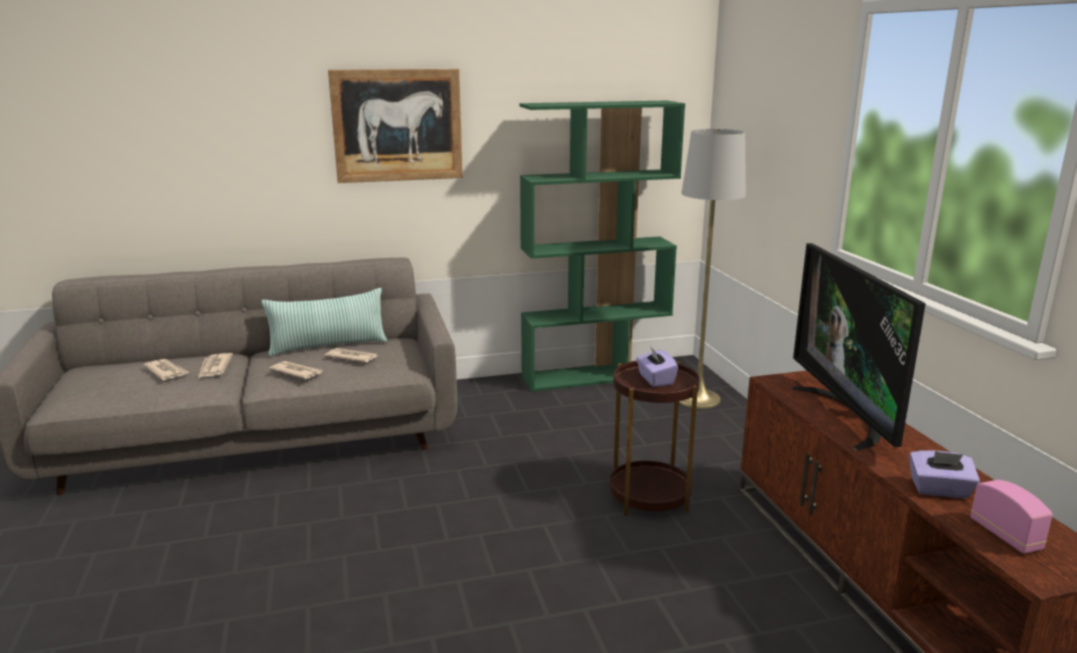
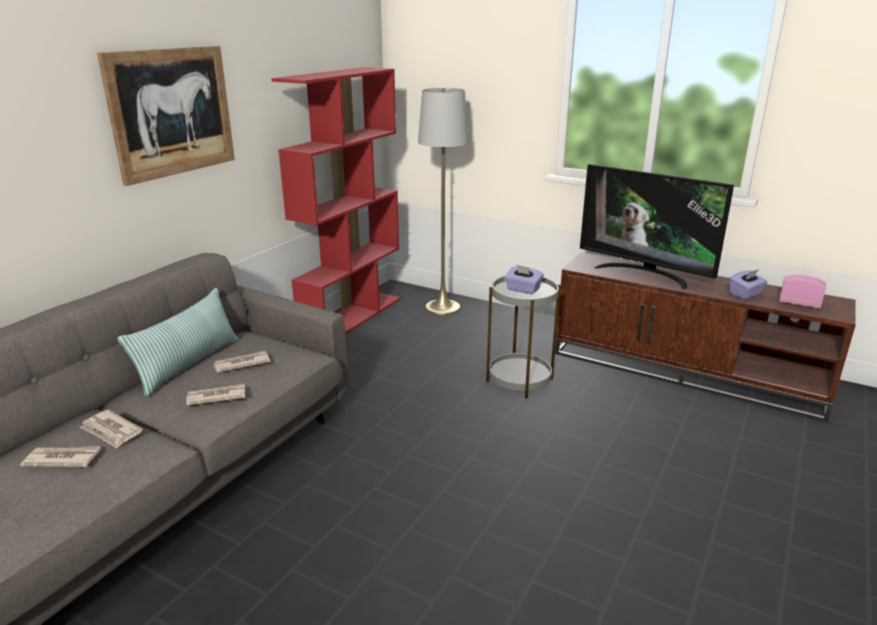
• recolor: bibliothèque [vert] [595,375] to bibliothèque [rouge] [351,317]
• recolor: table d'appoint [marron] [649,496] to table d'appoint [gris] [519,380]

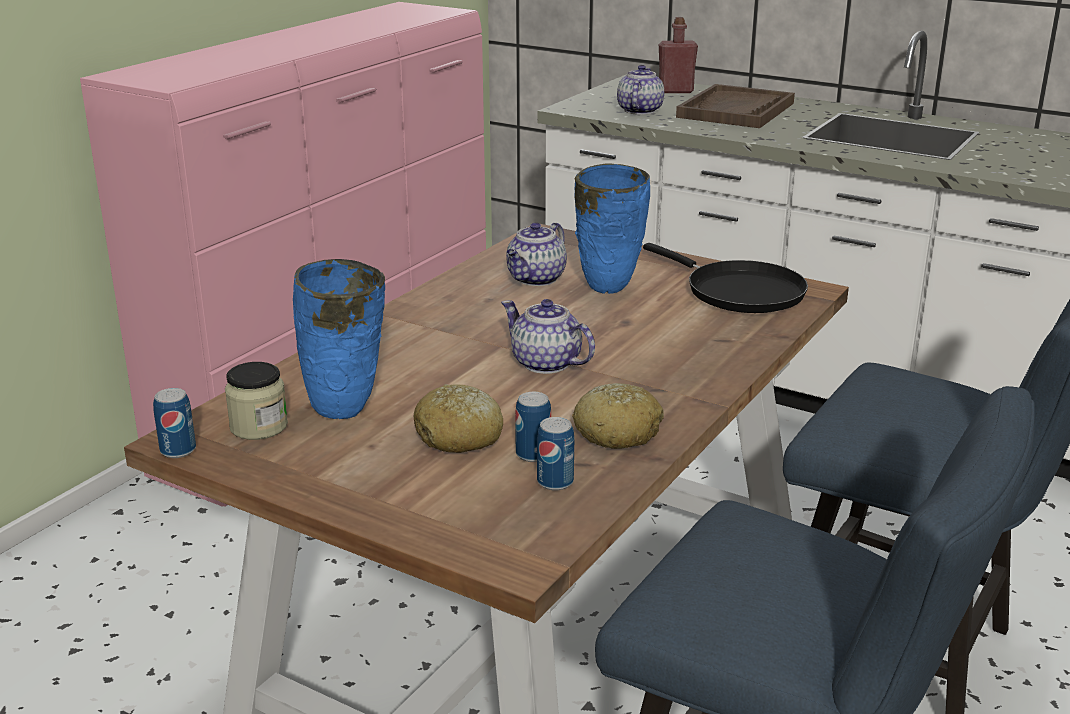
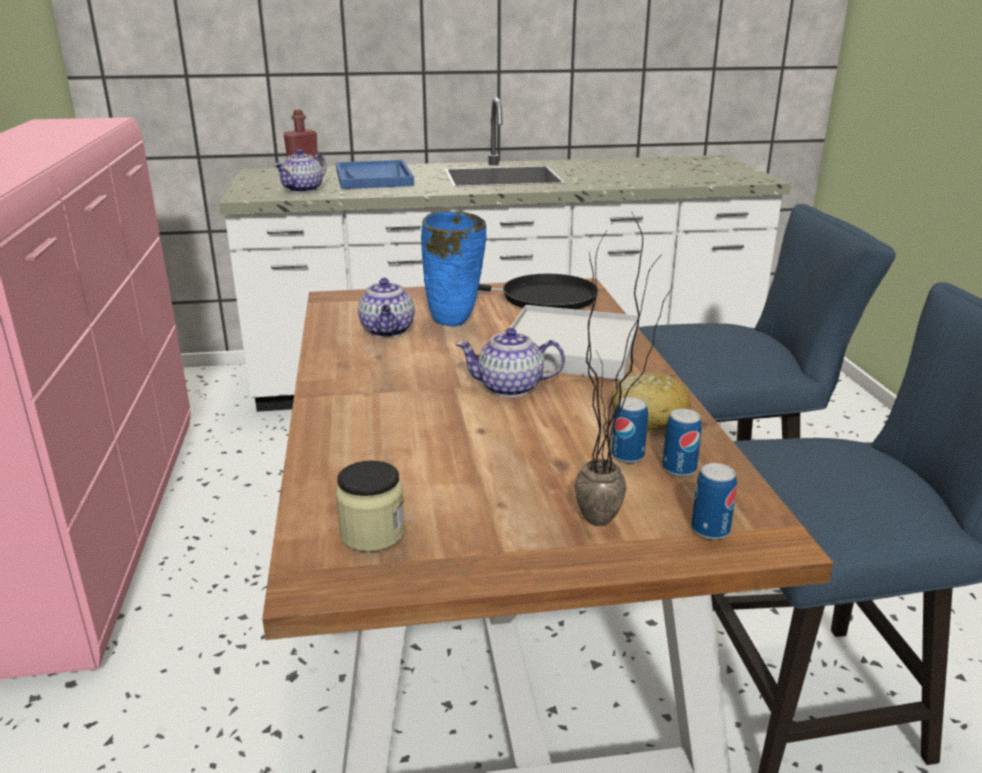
• rotate: théière [639,111] = [304,189] 120 degrees counterclockwise
• recolor: plateau [marron] [736,110] to plateau [bleu] [374,178]
• delete: vase [bleu] [346,411]
• delete: pain [459,436]
• move: boîte métallique [178,450] to [710,530]
• insert: plante en pot [613,518]
• insert: plateau [blanc] [570,348]

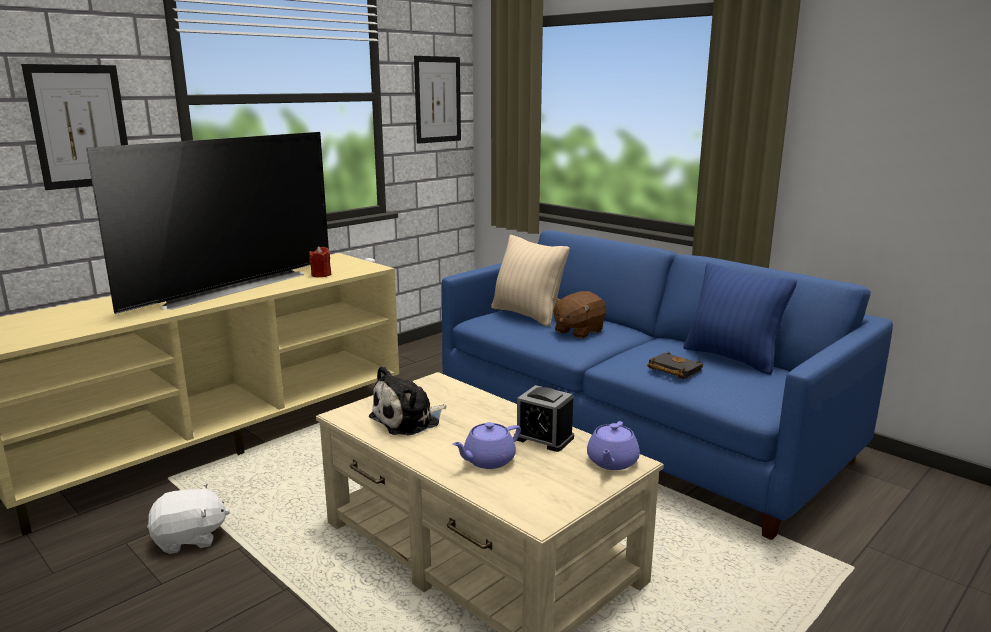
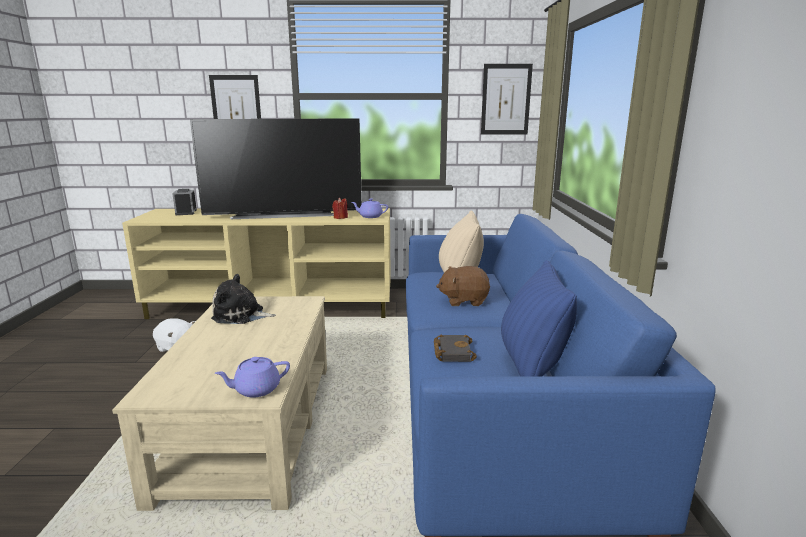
• move: réveil [544,438] to [186,212]
• move: théière [violet] [488,460] to [370,216]

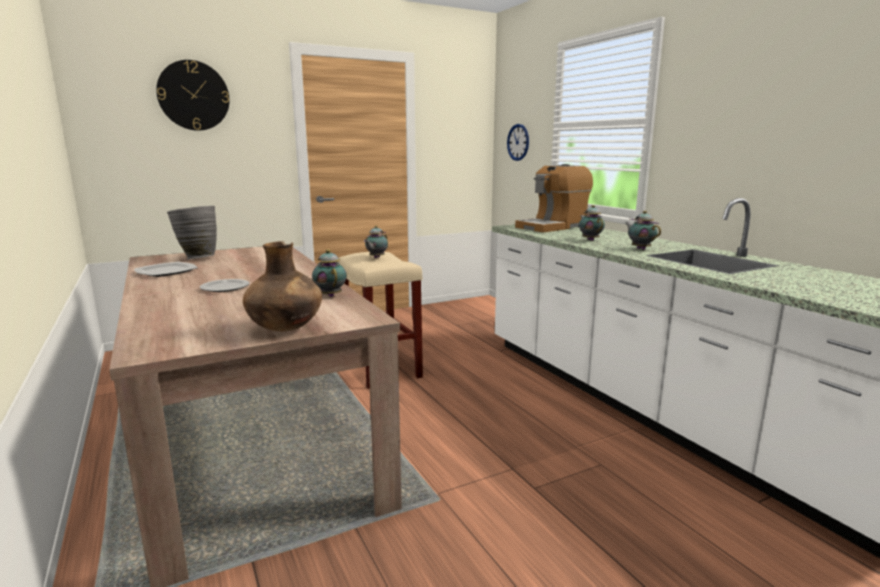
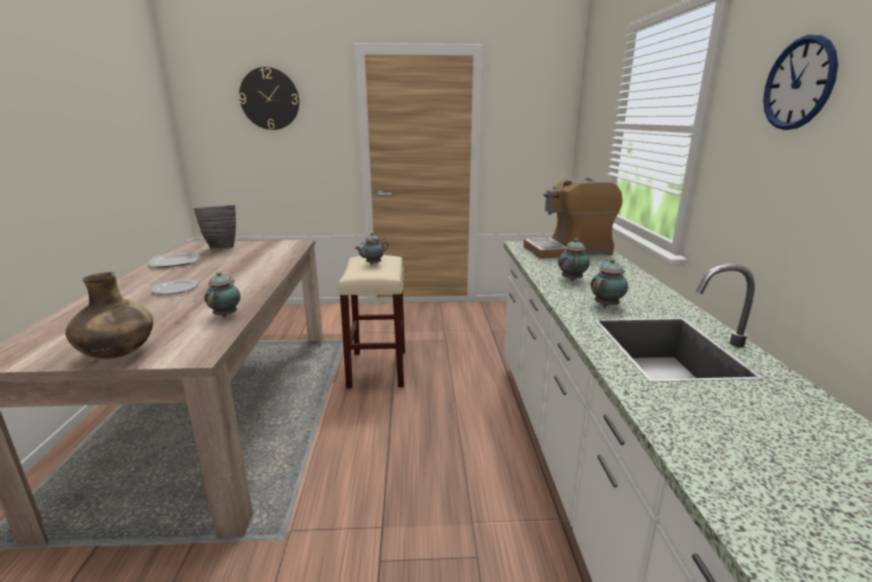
• move: horloge murale [518,142] to [798,83]
• rotate: théière [640,248] = [607,305] 45 degrees clockwise

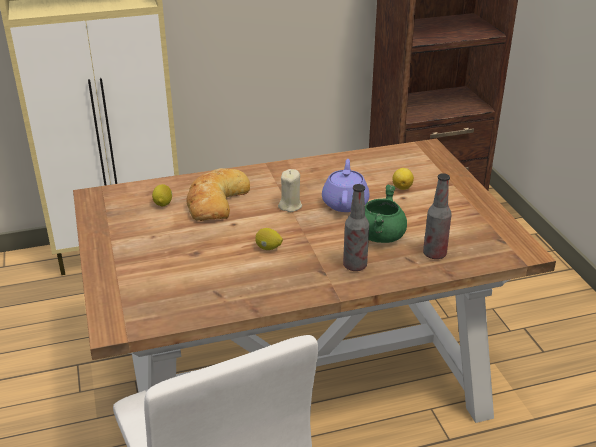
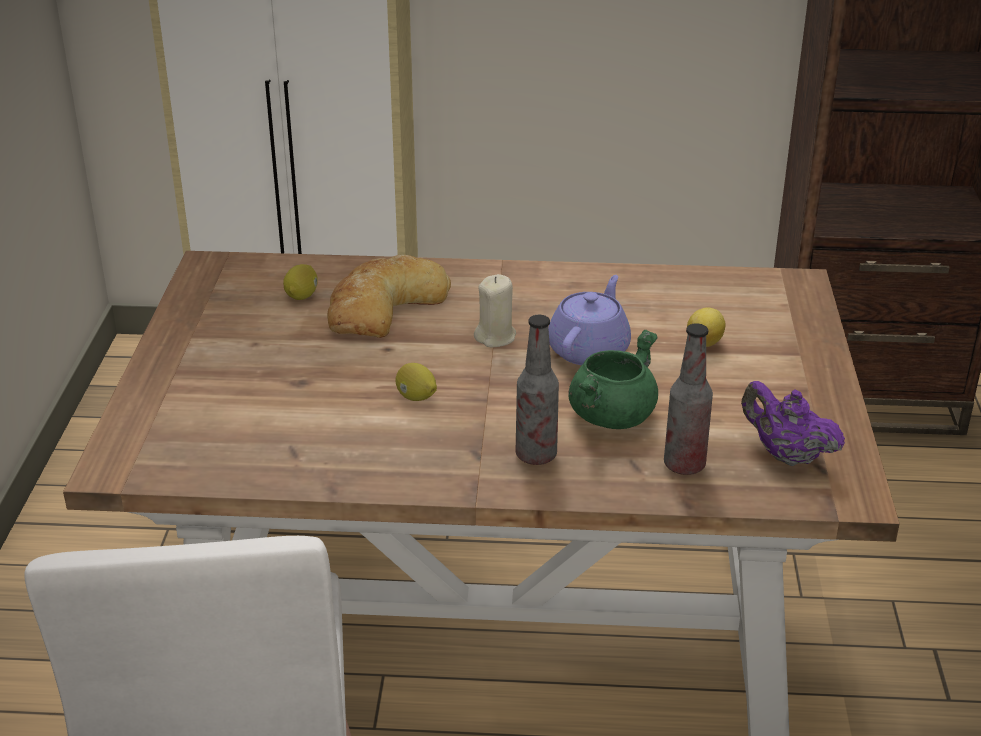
• insert: théière [violet] [786,455]

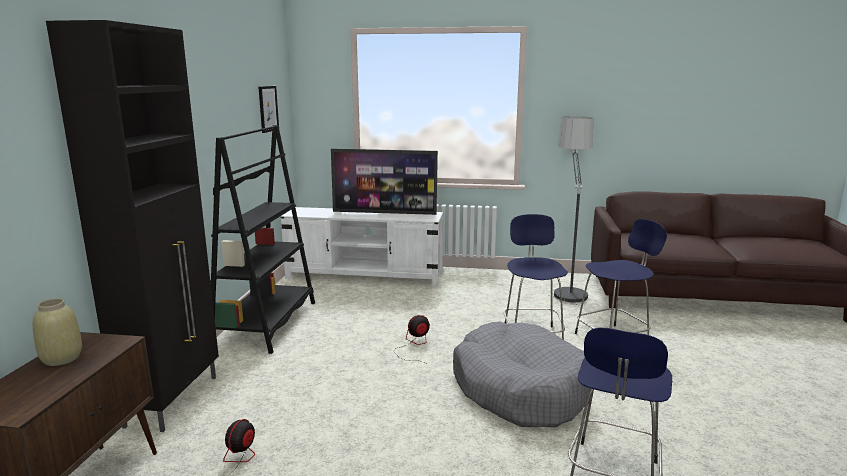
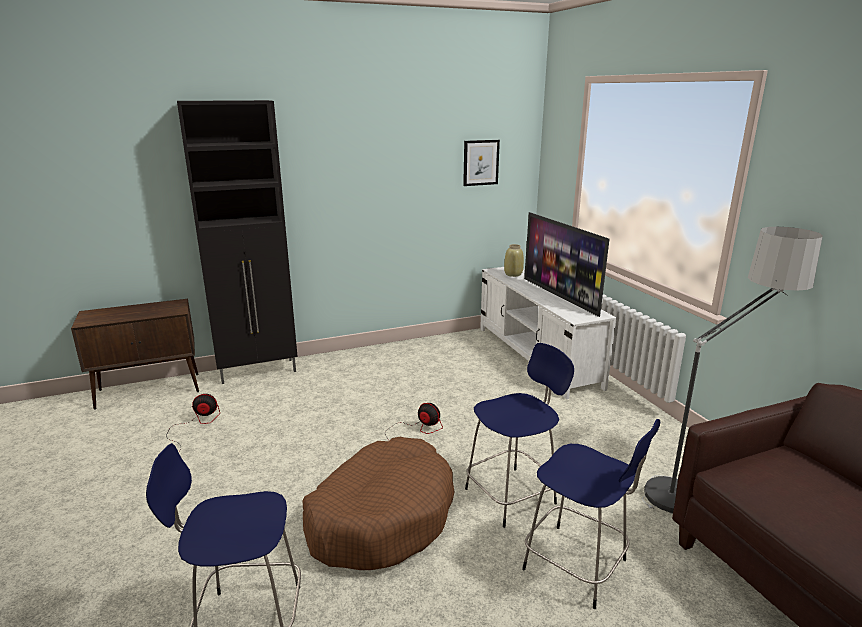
• delete: bibliothèque [noir] [267,325]
• move: vase [beige] [62,358] to [513,274]
• recolor: panier pour chien [gris] [519,389] to panier pour chien [marron] [381,517]

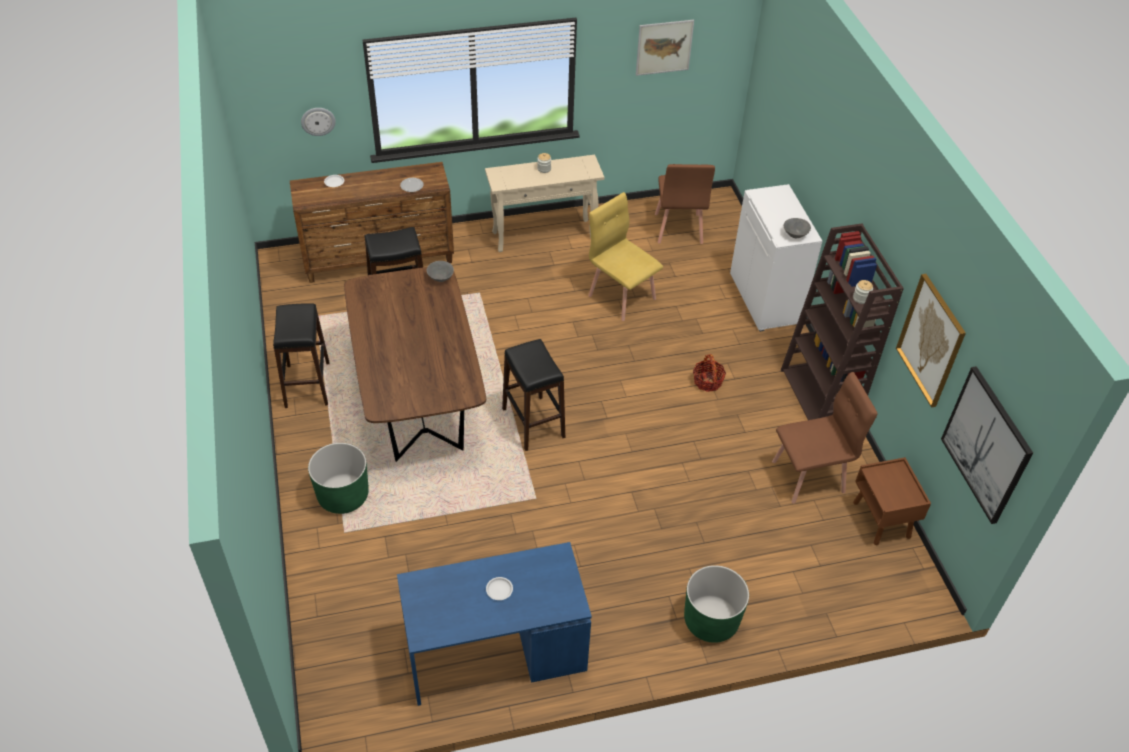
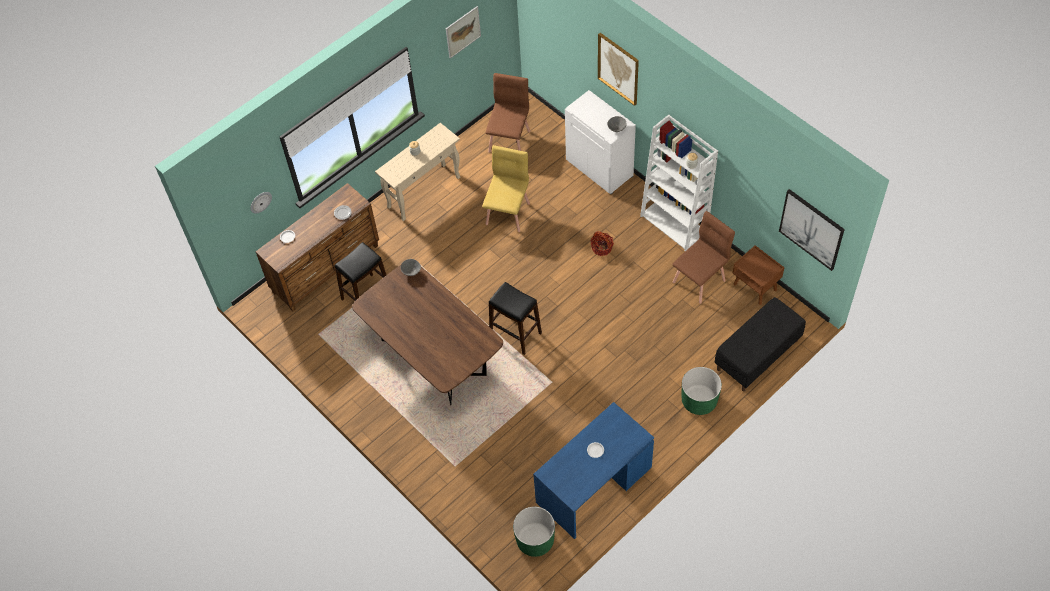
• rotate: chaise [marron] [678,228] = [509,141] 135 degrees counterclockwise
• rotate: chaise [jaune] [622,296] = [508,213] 90 degrees clockwise
• recolor: bibliothèque [marron] [819,398] to bibliothèque [blanc] [674,224]
• move: tableau [931,340] to [618,68]
• delete: tabouret [noir] [307,384]
• move: cache-pot [vert] [343,496] to [535,540]
• insert: banc [noir] [757,355]

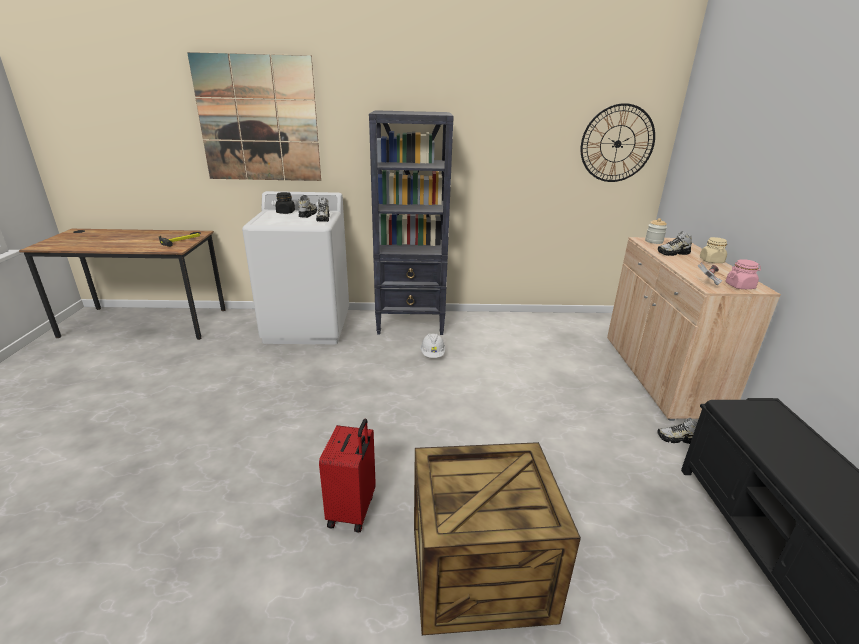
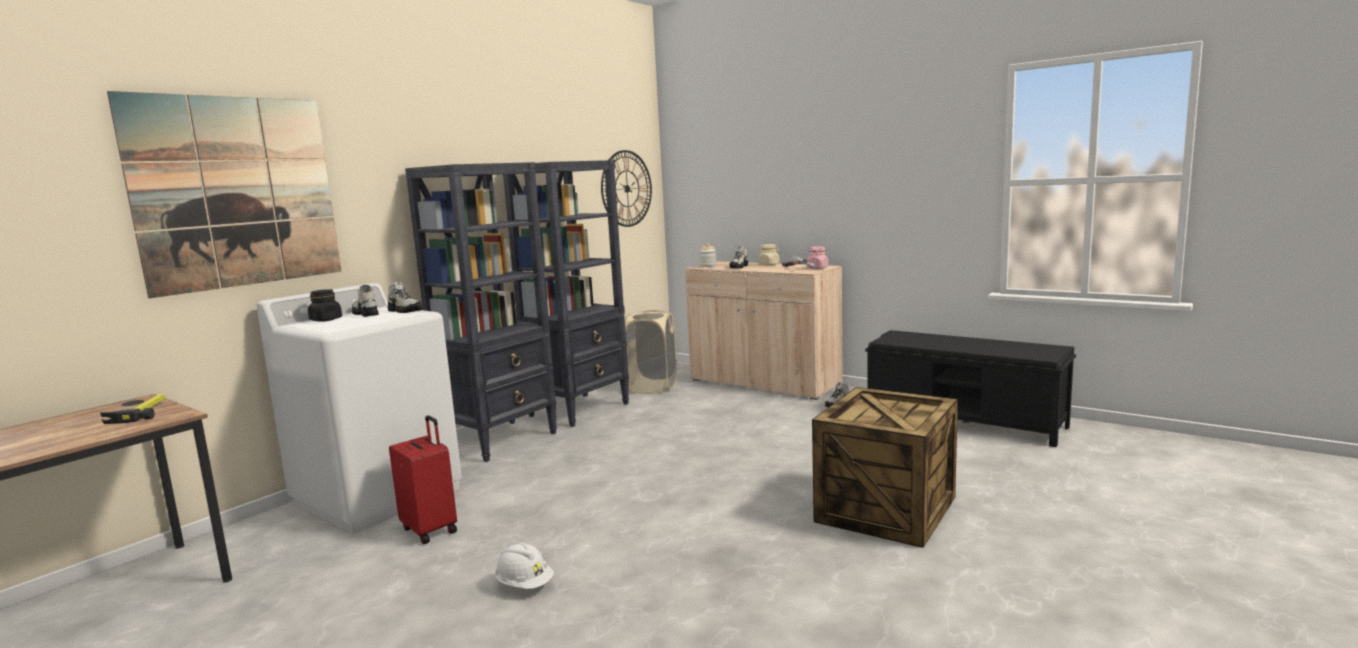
• move: casque de chantier [blanc] [432,354] to [524,585]
• move: valise [rouge] [353,510] to [431,529]
• insert: bibliothèque [noir] [580,409]
• insert: panier à linge [beige] [652,387]

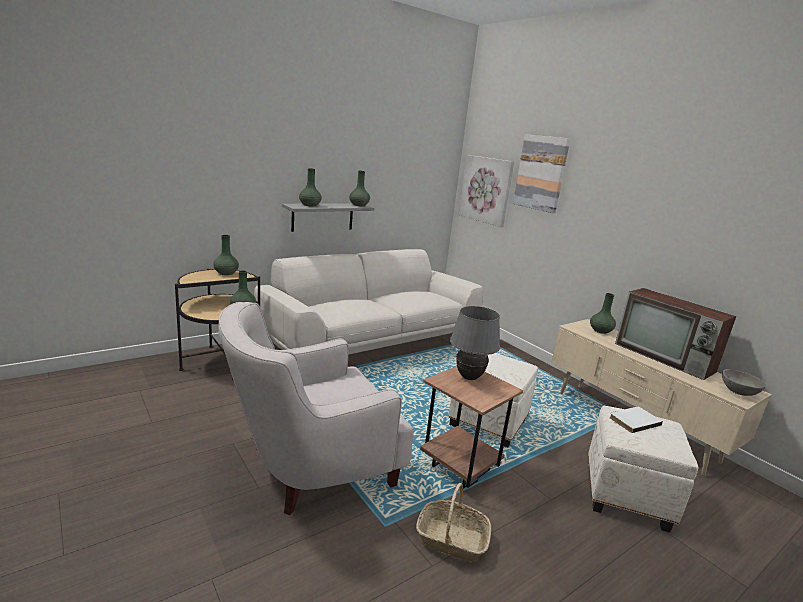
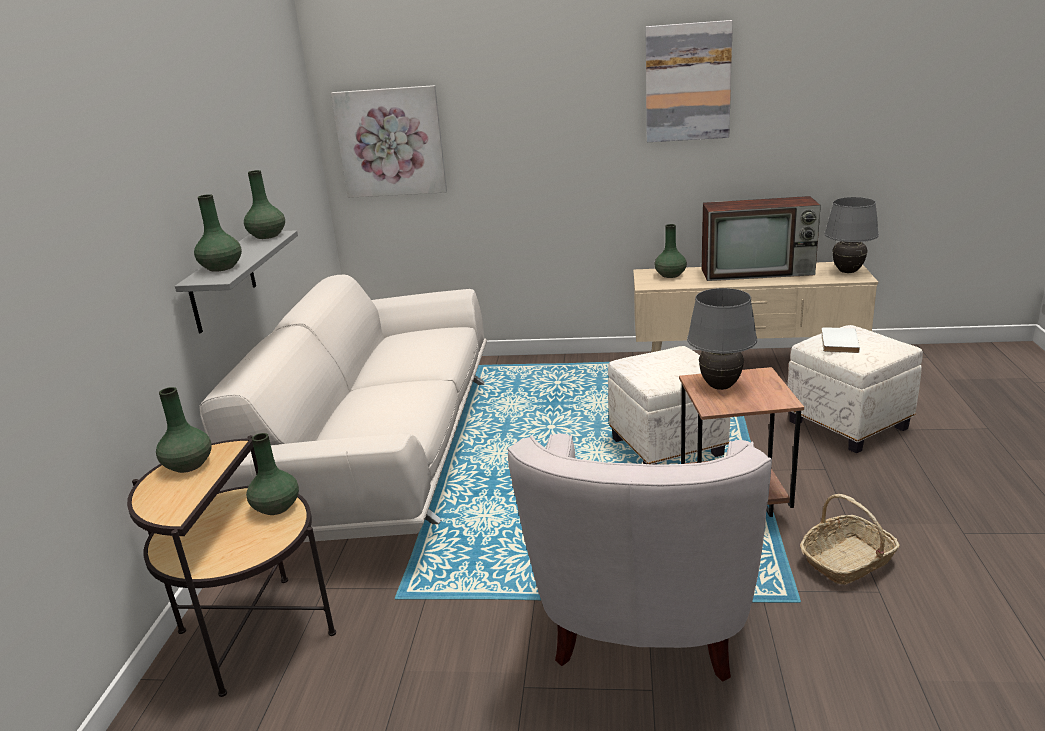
• move: tableau [541,173] to [687,82]
• replace: bol [gris] [738,392] to lampe de table [gris] [848,271]

